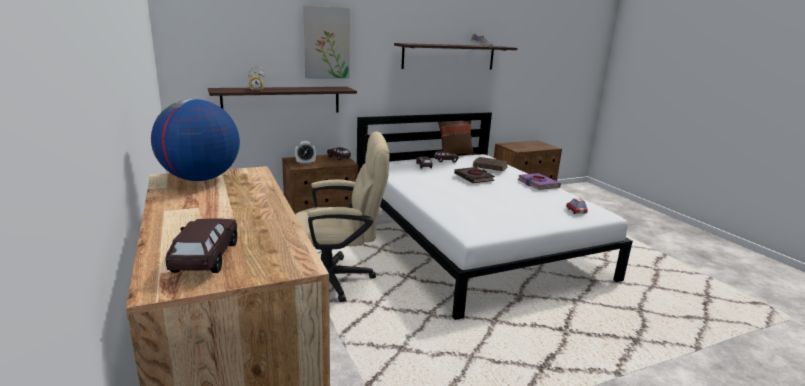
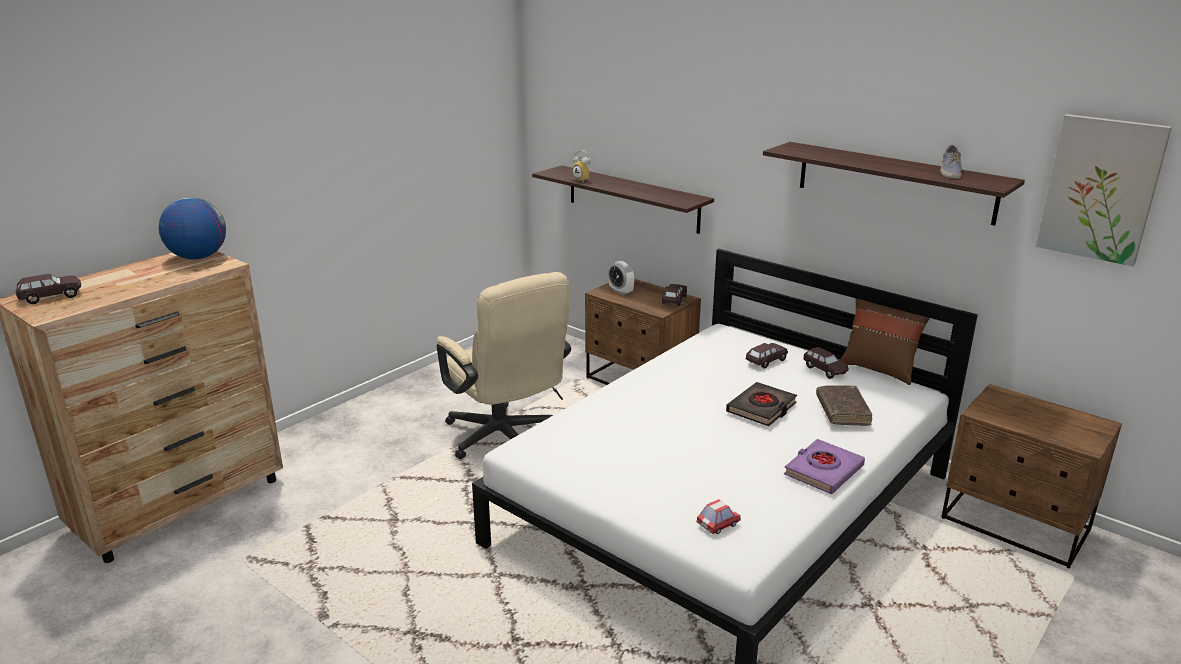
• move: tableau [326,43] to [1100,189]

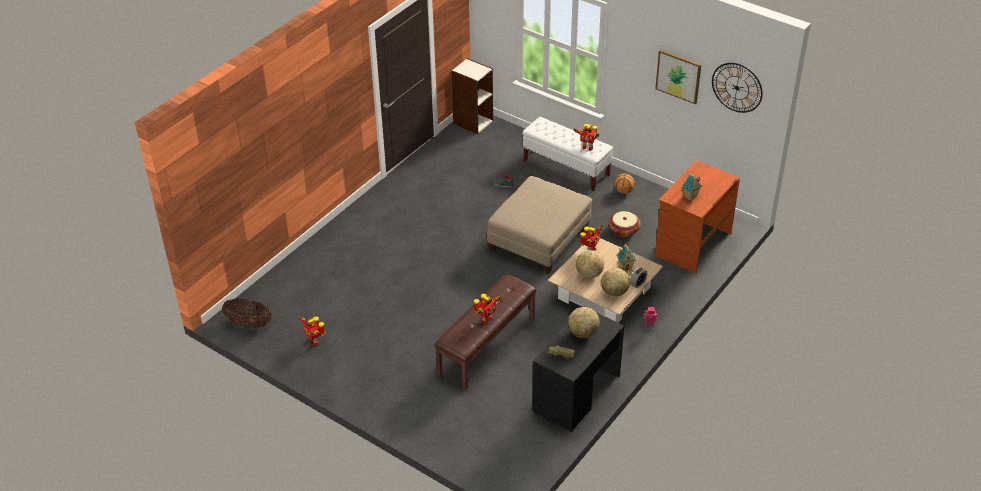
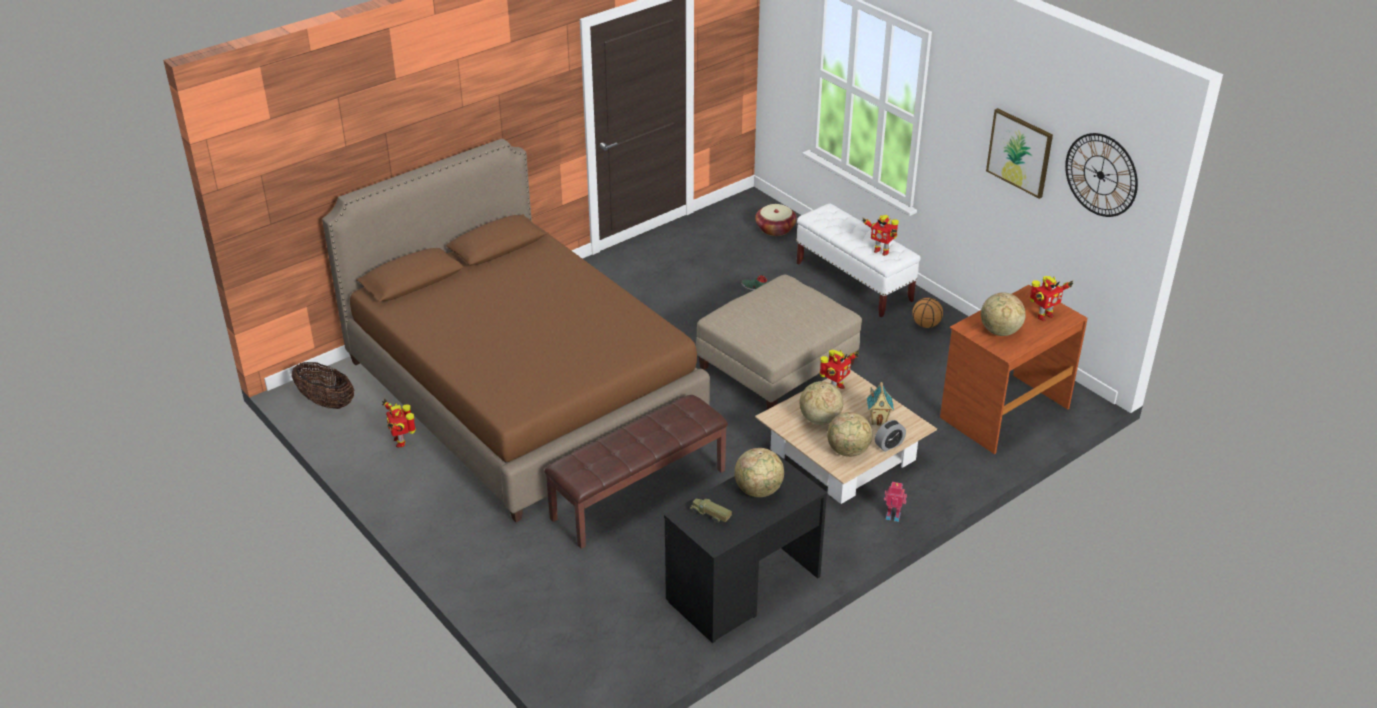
• delete: bibliothèque [472,122]
• replace: maison miniature [690,197] to globe [1000,332]
• move: panier [623,230] to [775,229]
• move: robot jouet [486,320] to [1043,316]
• insert: lit [marron] [522,393]

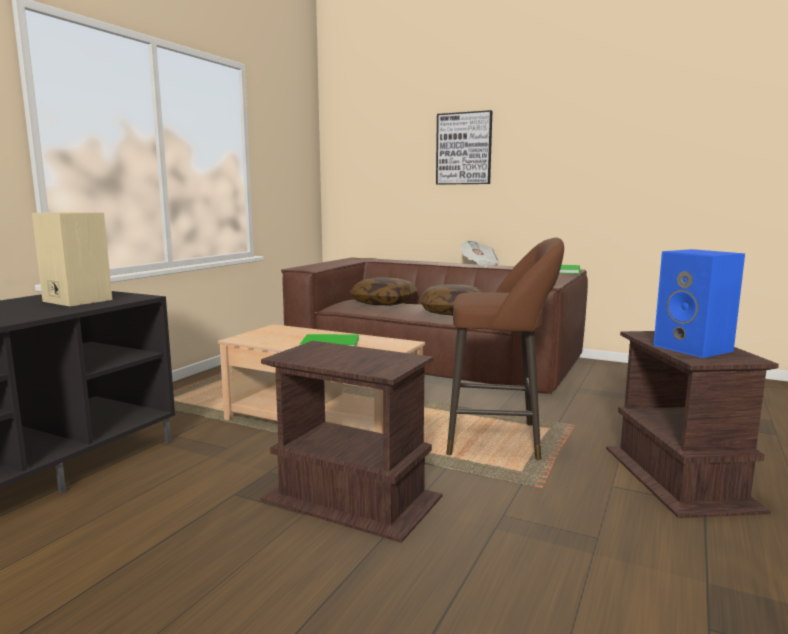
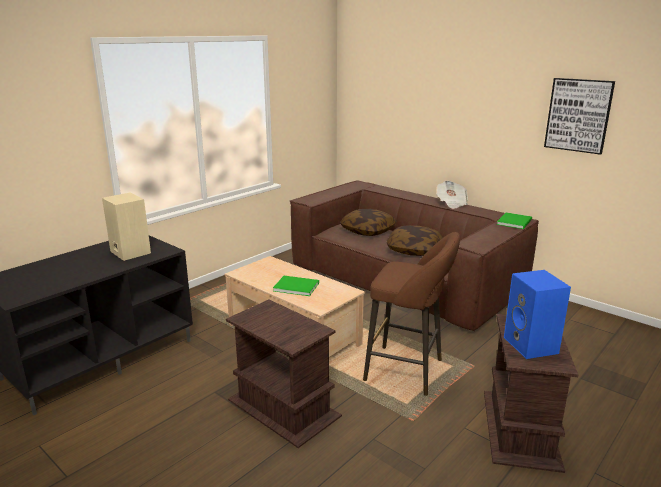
• move: tableau [464,148] to [578,115]

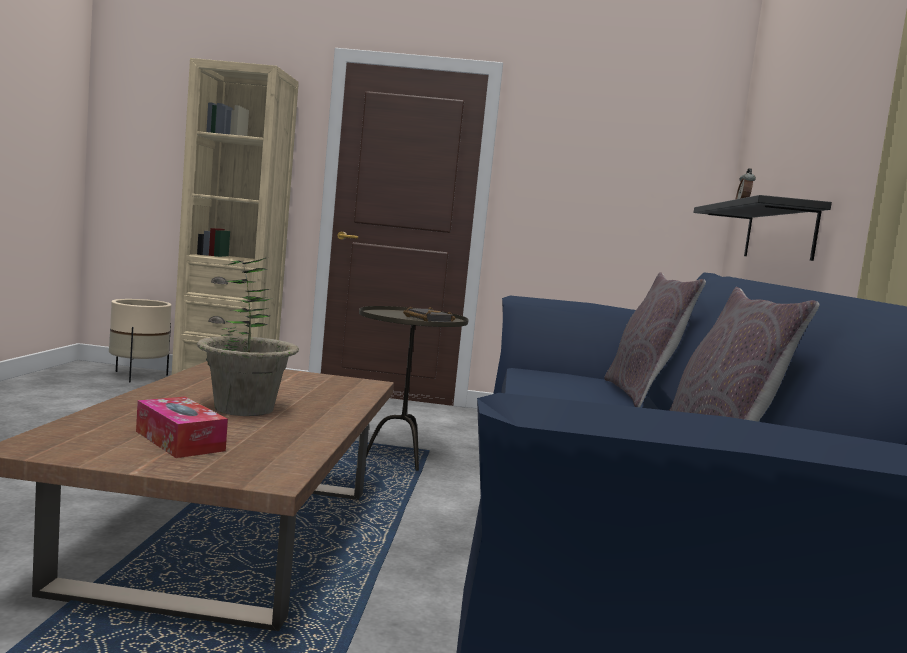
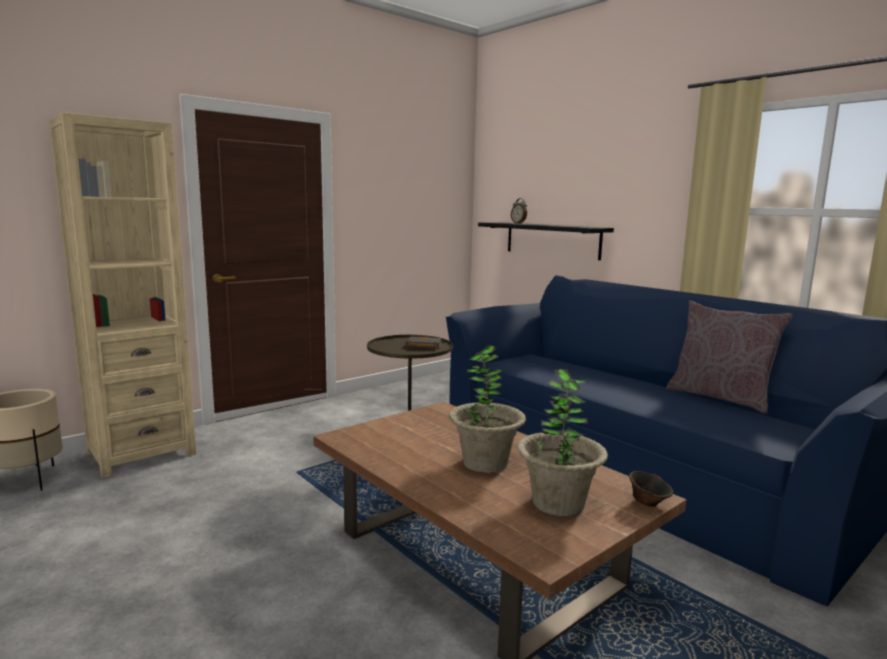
• delete: coussin [gris] [641,395]
• replace: boîte à mouchoirs [179,441] to plante en pot [558,503]
• insert: bol [marron] [648,502]

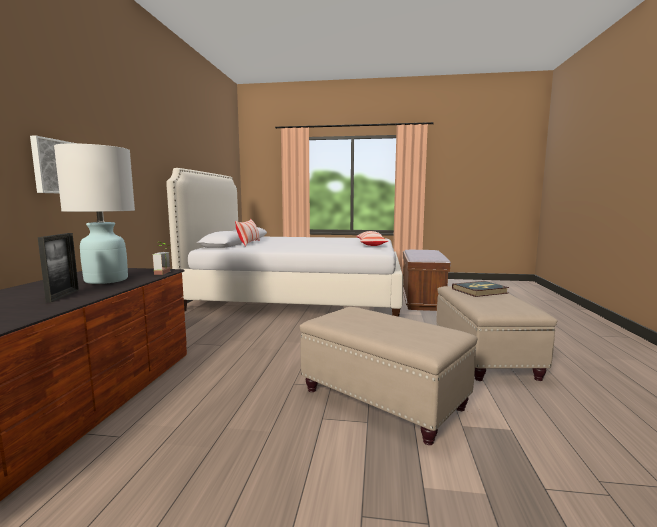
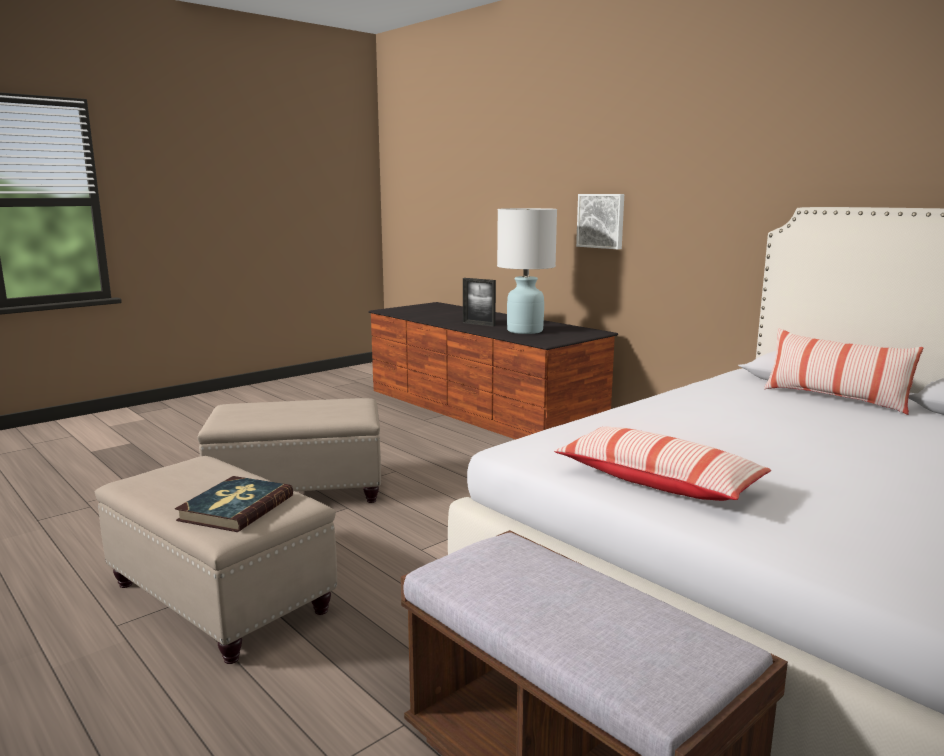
• delete: plante en pot [166,273]

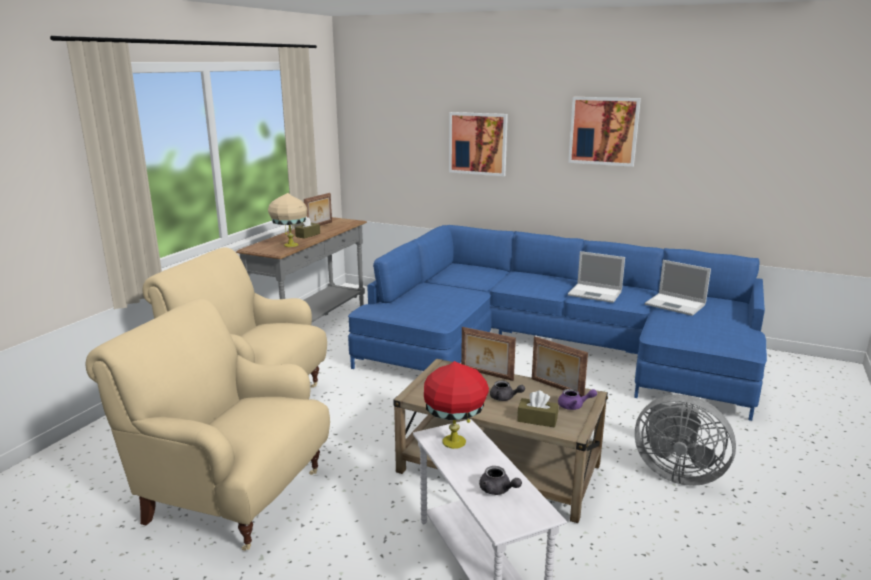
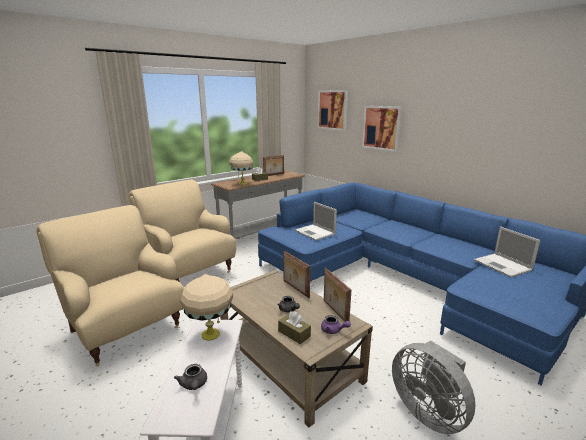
• move: tableau [603,131] to [332,110]
• move: ordinateur portable [596,293] to [315,232]
• recolor: lampe de table [rouge] [455,442] to lampe de table [beige] [210,335]

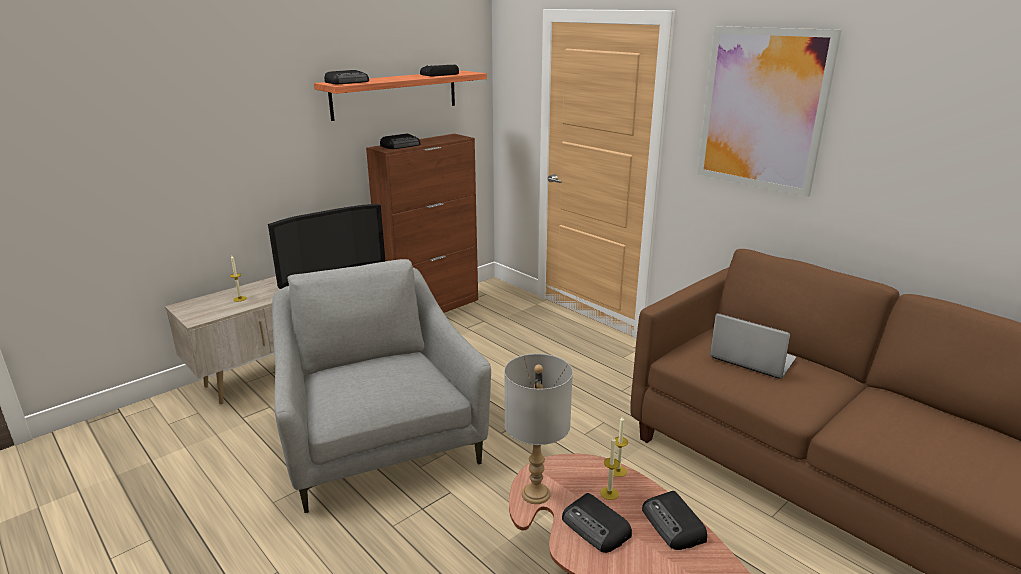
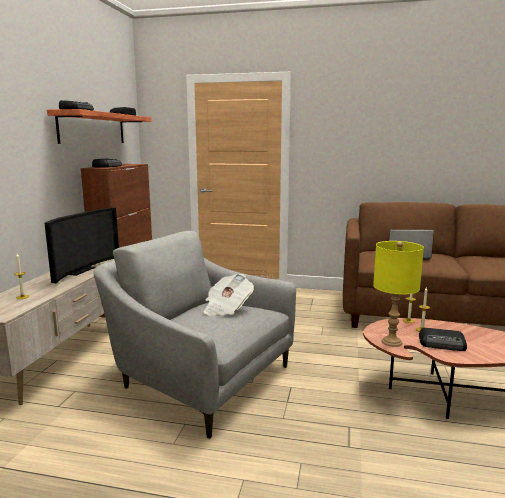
• delete: tableau [762,109]
• recolor: lampe de table [gris] [536,494] to lampe de table [jaune] [392,342]
• delete: radio [674,525]
• insert: journal [227,308]

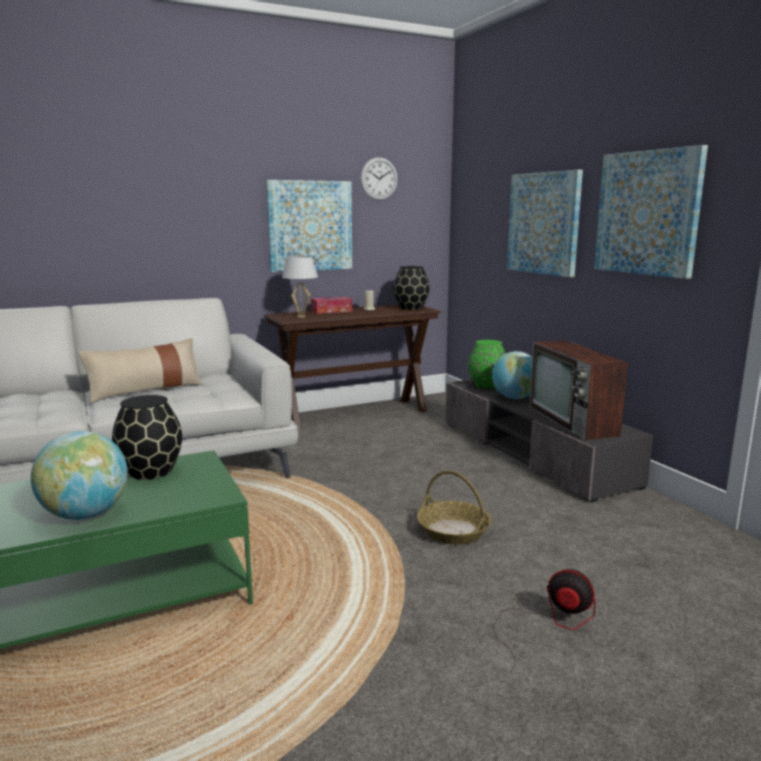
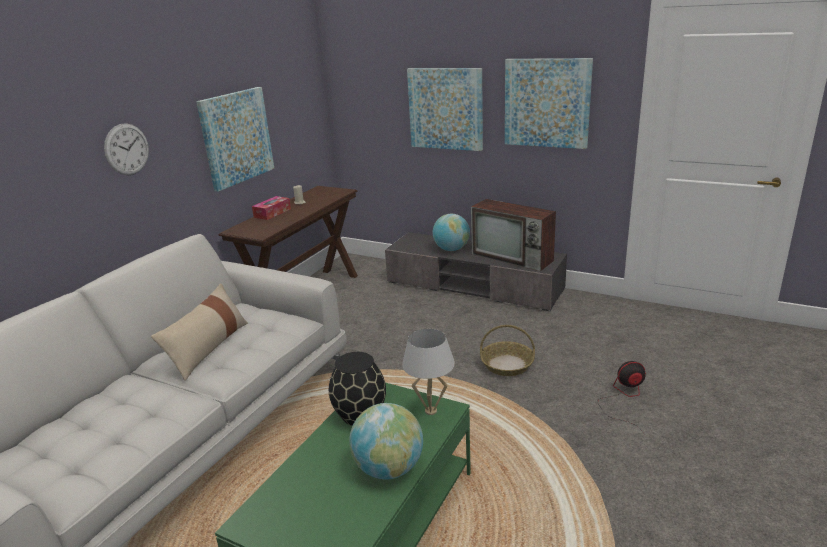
• move: horloge murale [379,179] to [127,149]
• move: lampe de table [blanc] [301,317] to [431,411]
• delete: vase [noir] [411,308]
• delete: vase [vert] [486,385]

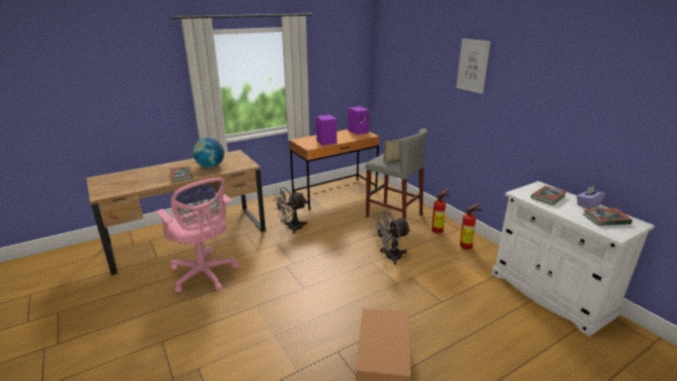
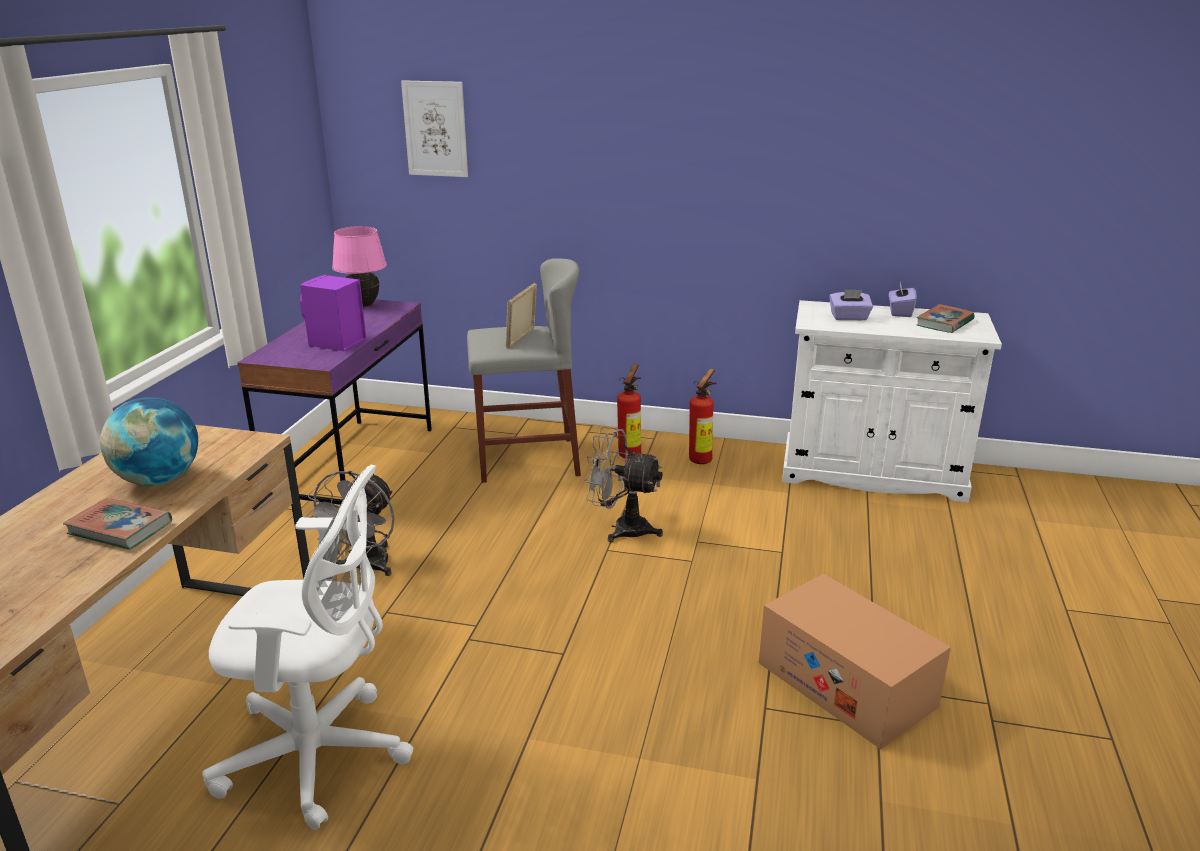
• move: tableau [473,65] to [435,129]
• replace: enceinte [violet] [358,131] to lampe de table [rose] [363,305]
• recolor: bureau [marron] [335,193] to bureau [violet] [354,466]
• recolor: chaise de bureau [rose] [205,275] to chaise de bureau [blanc] [321,755]
• replace: livre [548,197] to boîte à mouchoirs [violet] [849,317]
• rotate: ventilateur [gris] [389,257] = [621,528] 90 degrees clockwise

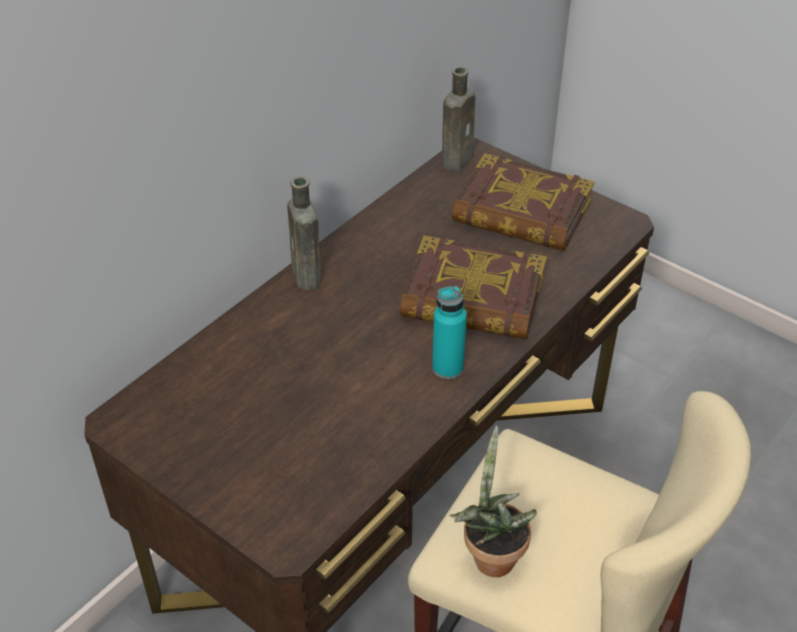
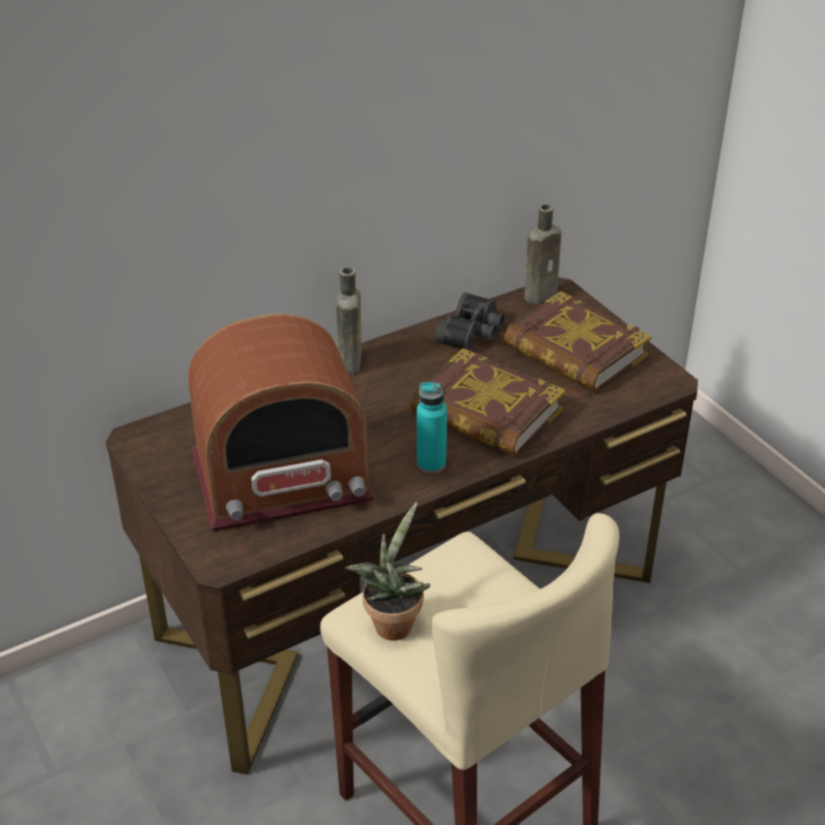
• insert: jumelles [noir] [474,333]
• insert: radio [282,477]

